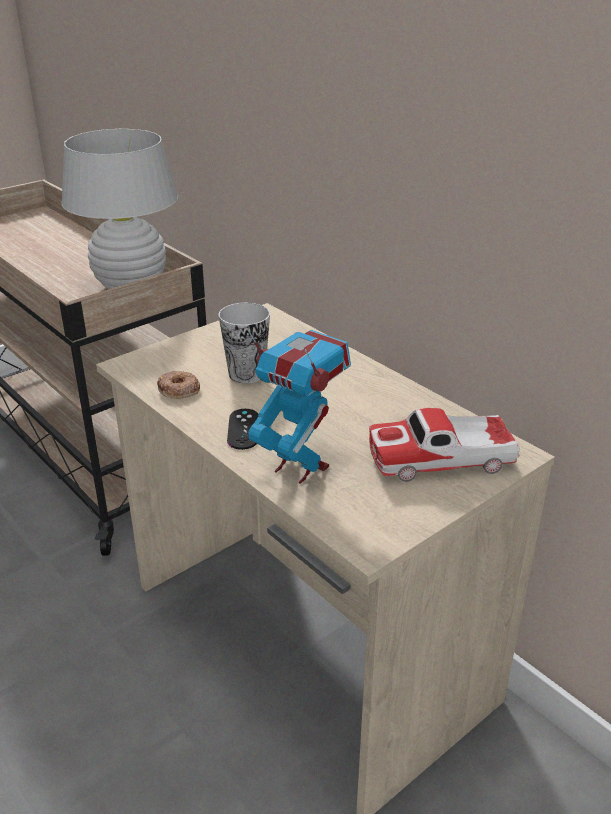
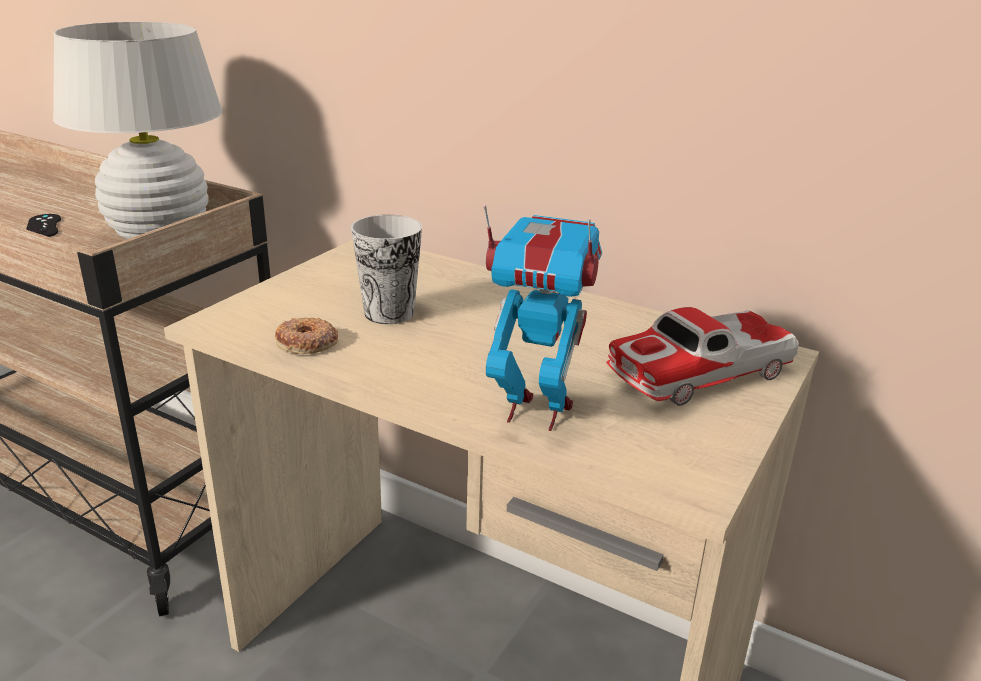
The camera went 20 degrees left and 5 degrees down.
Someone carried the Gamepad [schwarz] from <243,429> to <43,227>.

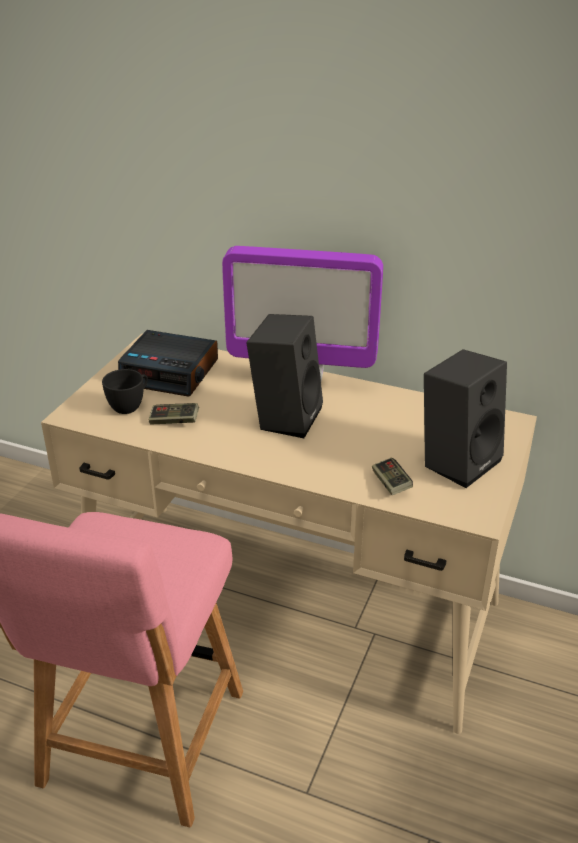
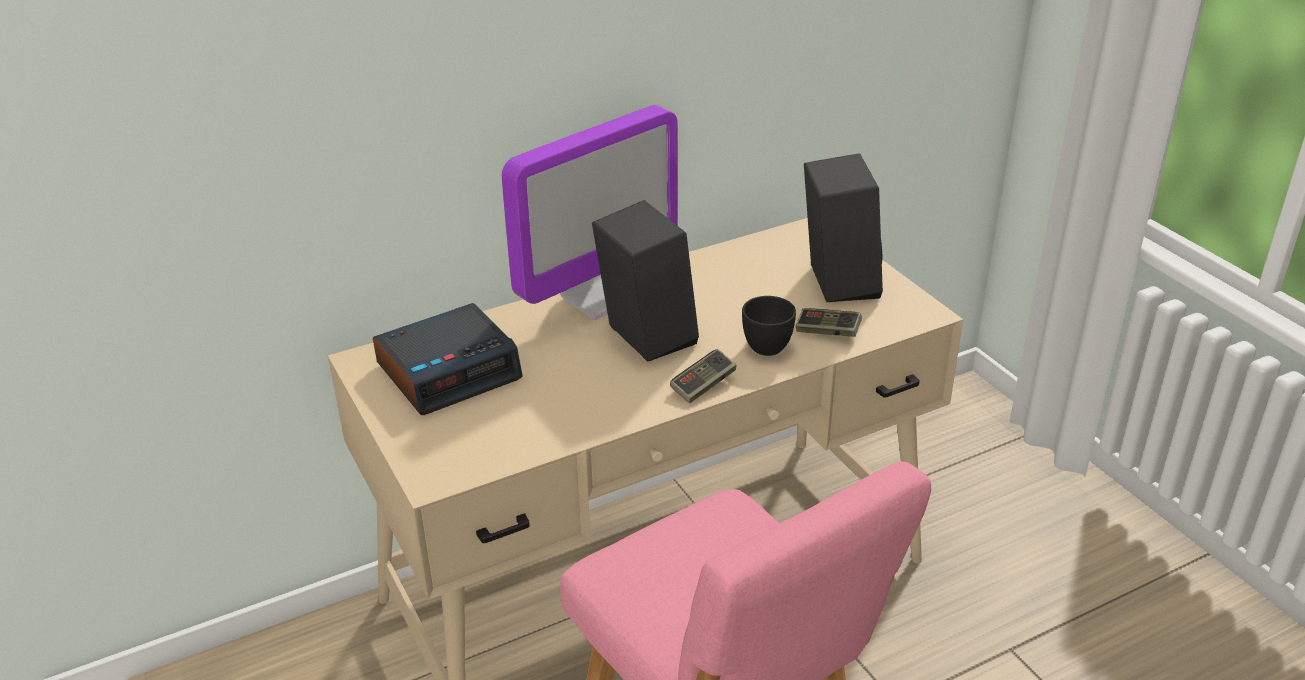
The camera went 50 degrees left and 0 degrees up.
Someone carried the Gamepad from <174,421> to <703,385>.
Someone carried the Tasse [schwarz] from <130,406> to <765,343>.

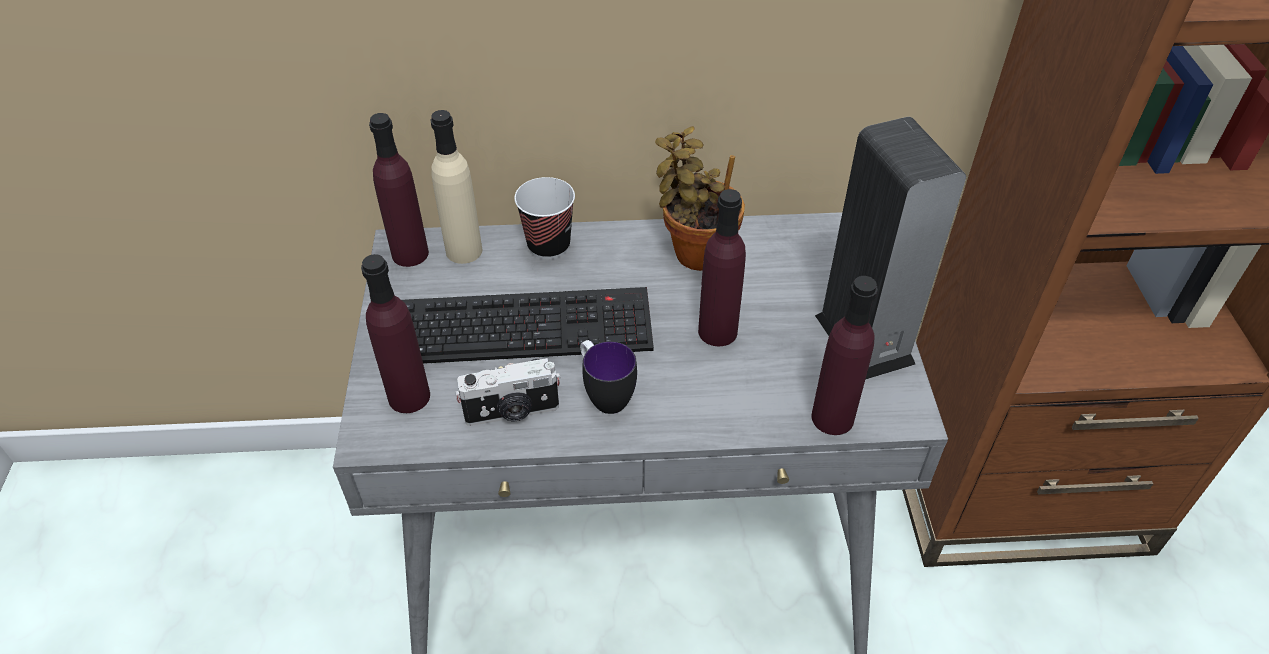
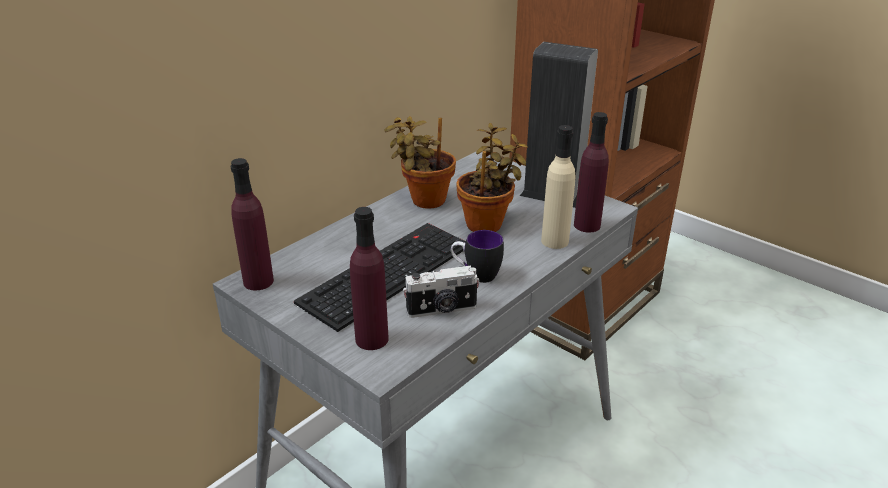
The camera went 45 degrees left and 15 degrees down.
Someone rotated the Kamera at <512,412> by 45 degrees clockwise.
Someone swapped the Flasche [lila] at <717,331> for the Topfpflanze at <487,223>.
Someone carried the Flasche [beige] from <464,251> to <555,241>.
Someone took away the Tasse at <549,246>.

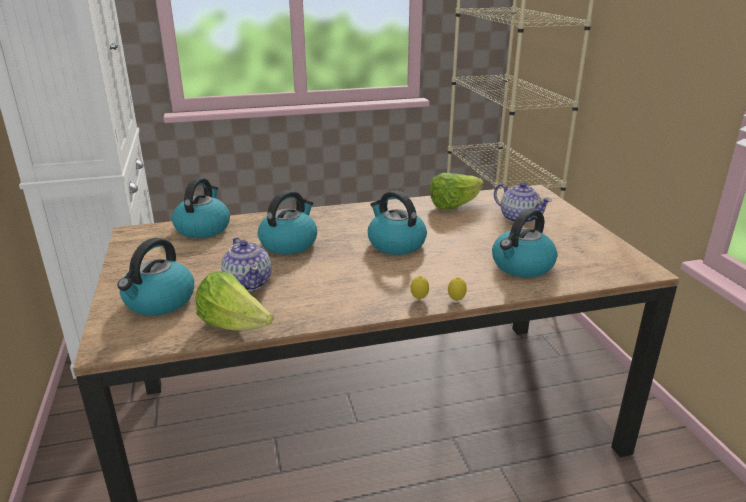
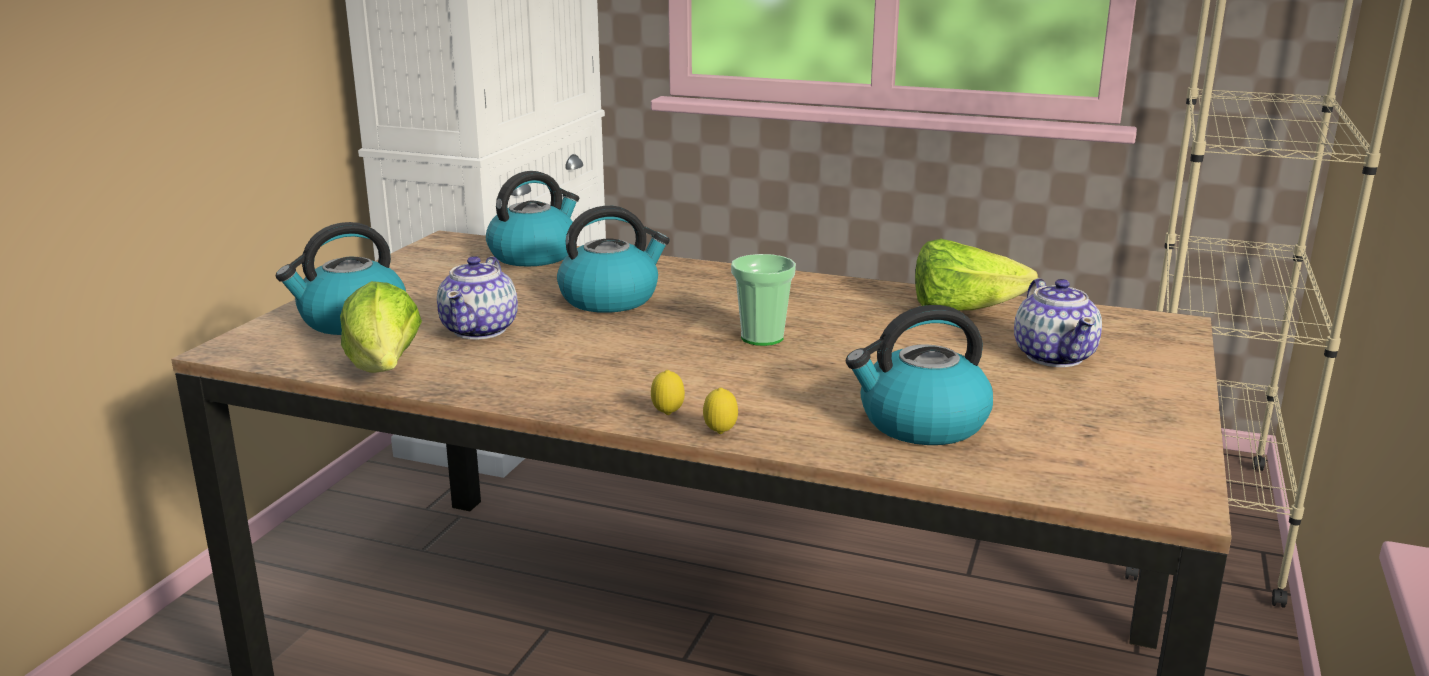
The camera went 35 degrees right and 5 degrees down.
Someone swapped the Wasserkessel at <395,244> for the Tasse at <762,337>.

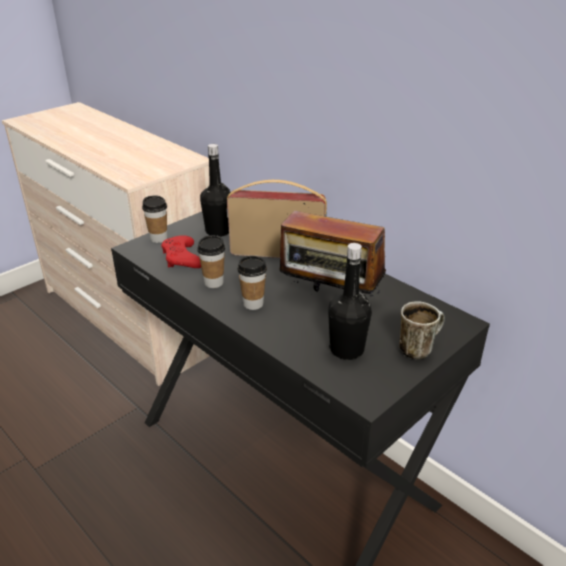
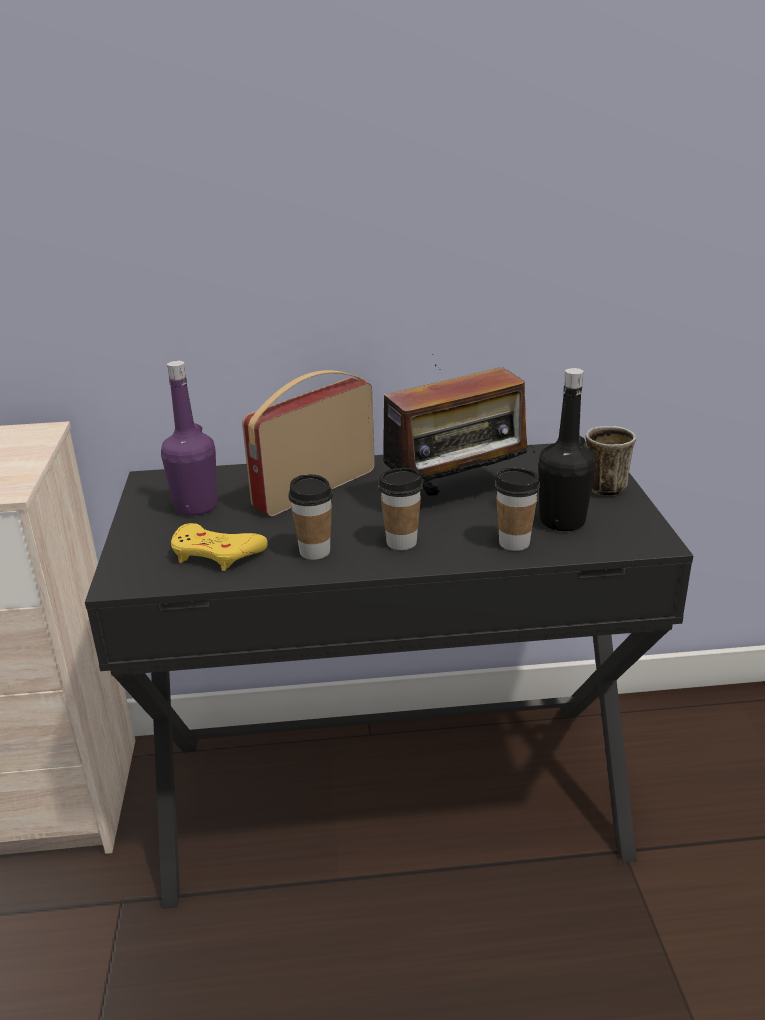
The camera went 50 degrees left and 5 degrees down.
Someone repainted the Flasche [schwarz] at <218,231>, which became the Flasche [lila] at <196,506>.
Someone repainted the Gamepad [rot] at <182,258>, which became the Gamepad [gelb] at <216,553>.
Someone carried the Tasse from <158,238> to <514,543>.

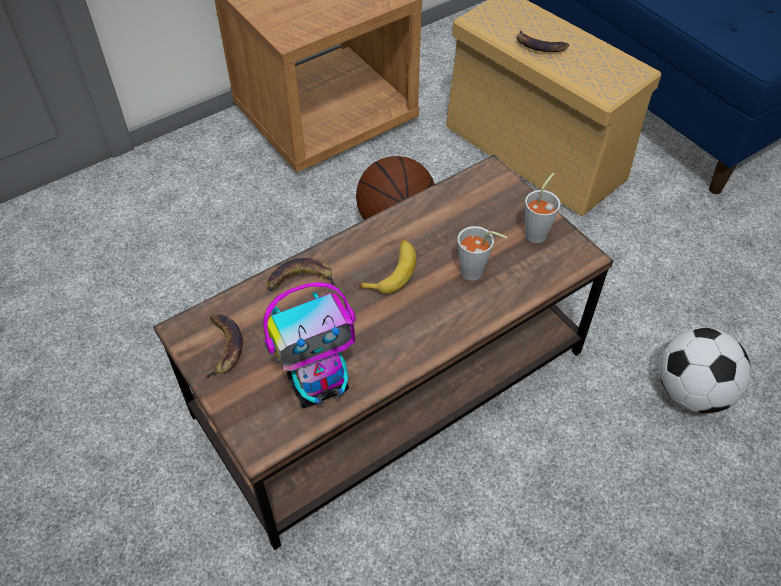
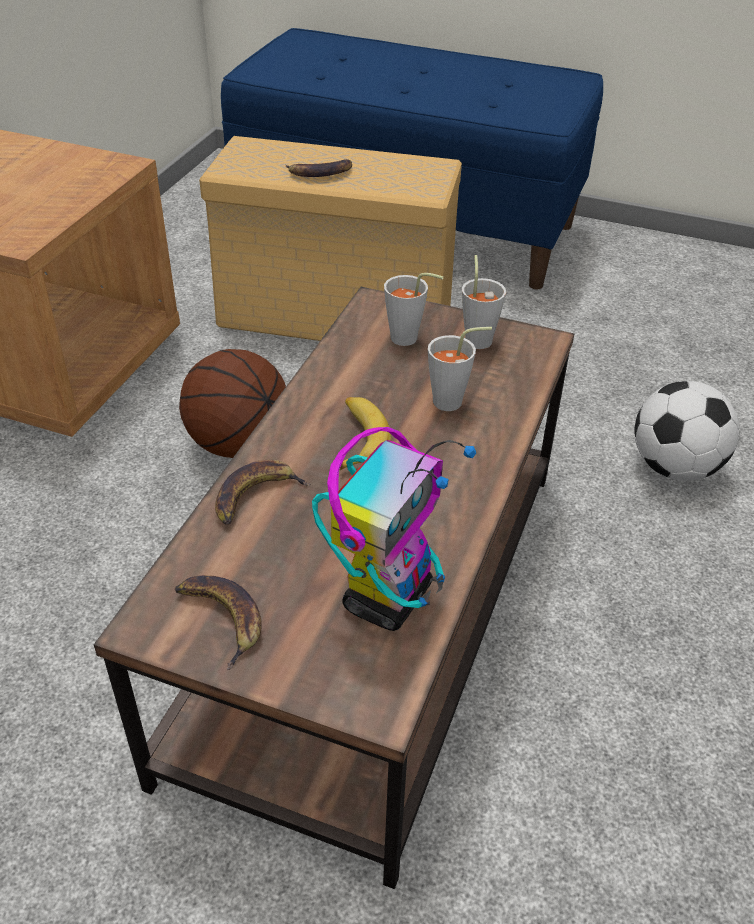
The camera went 35 degrees left and 10 degrees down.
Someone put down the Tasse [grau] at <409,340>.

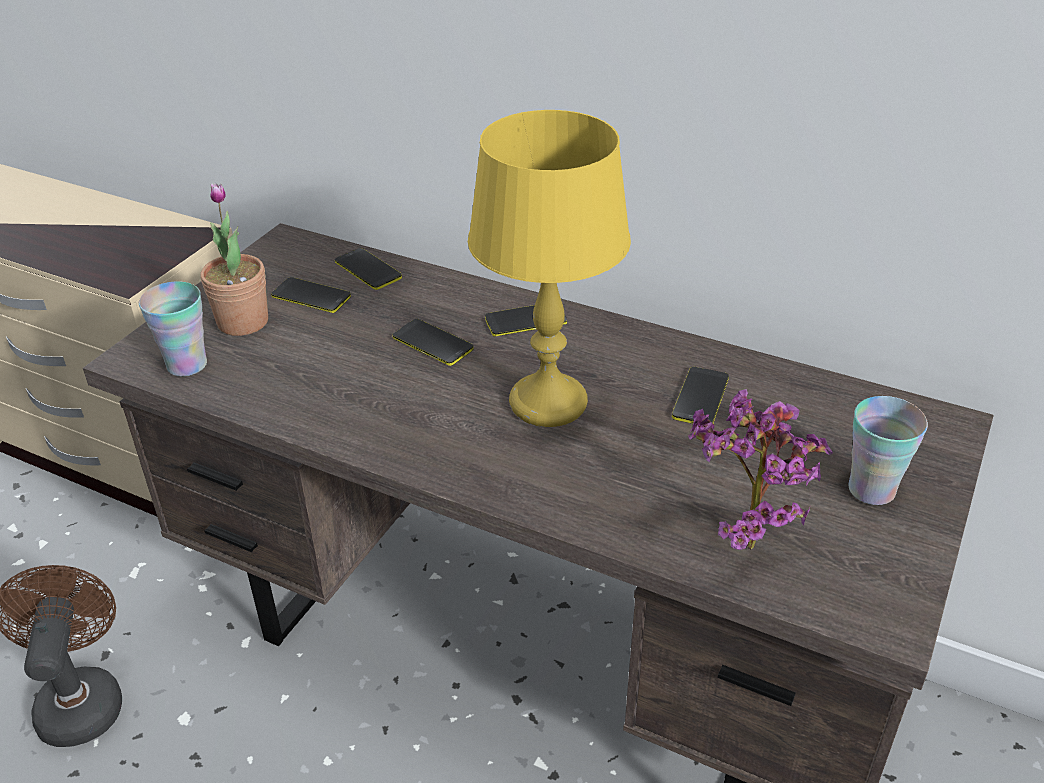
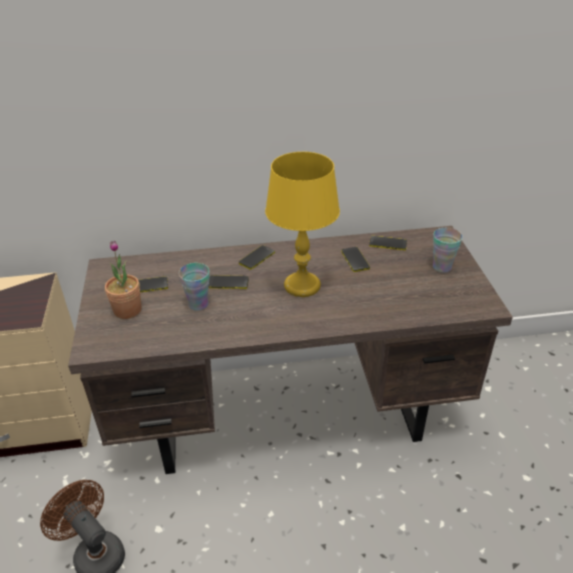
The camera went 35 degrees left and 0 degrees up.
Someone carried the Tasse from <187,365> to <198,304>.
Someone carried the Handy from <368,270> to <388,243>.
Someone took away the Topfpflanze at <742,536>.

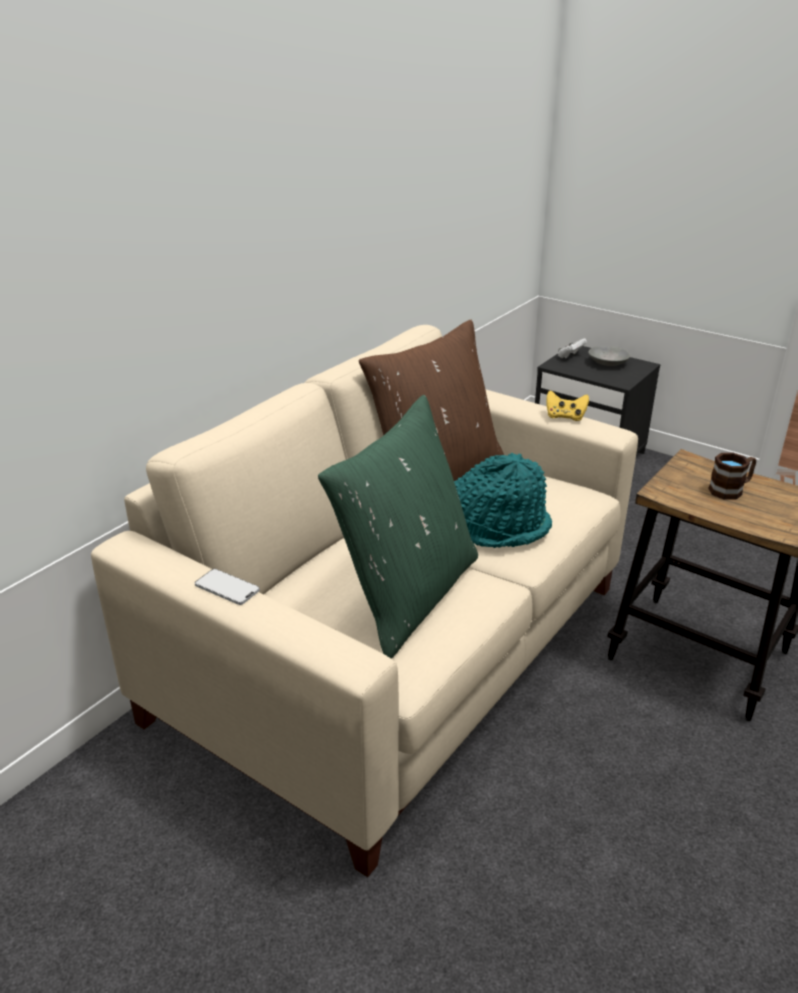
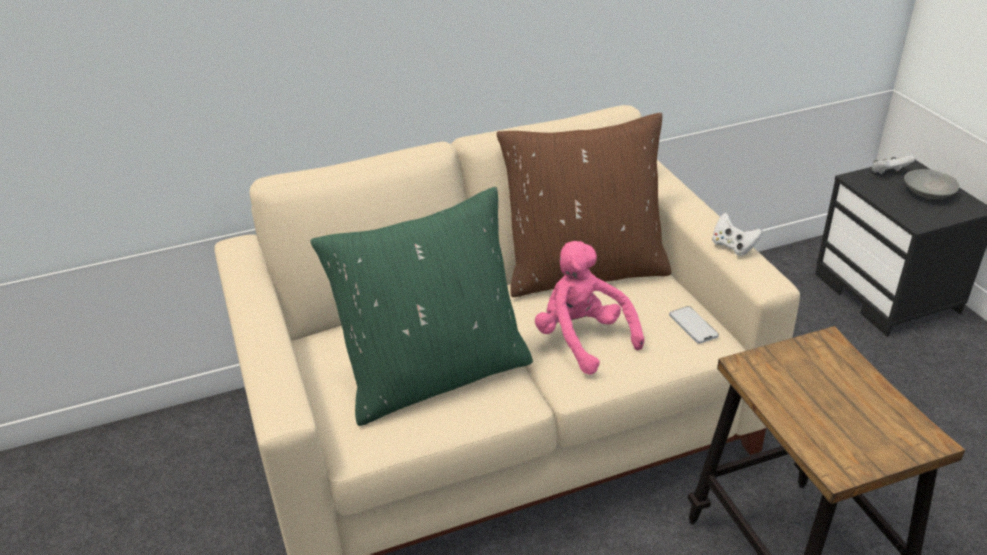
The camera went 35 degrees right and 5 degrees up.
Someone swapped the Hut [türkis] at <496,526> for the Plüschtier [rosa] at <583,339>.
Someone carried the Handy from <227,588> to <693,326>.
Someone repainted the Gamepad [gelb] at <565,417>, which became the Gamepad [weiß] at <733,247>.
Someone took away the Henkelbecher [braun] at <731,490>.

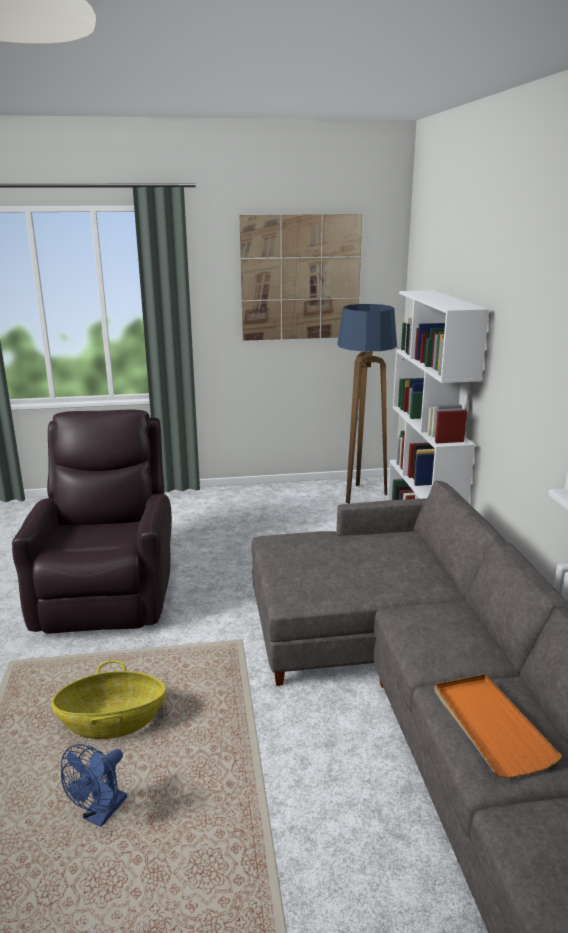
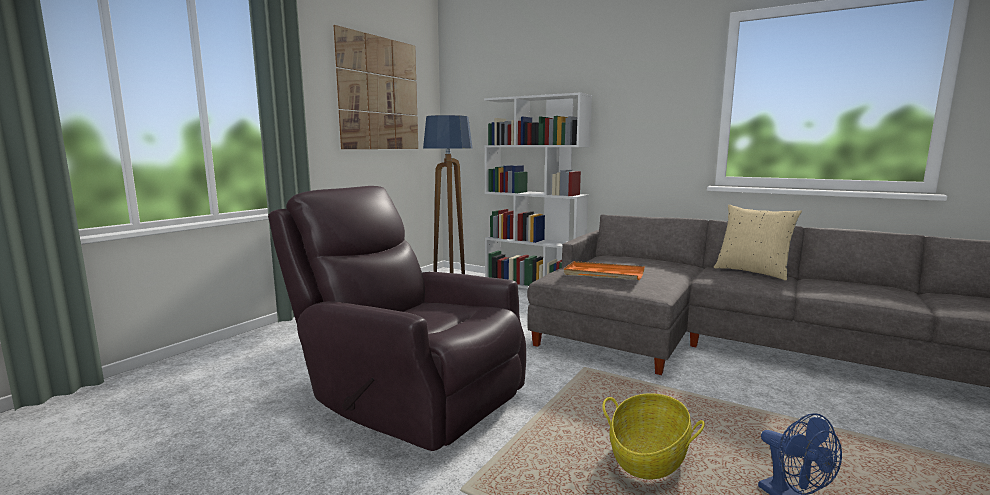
The camera went 50 degrees left and 10 degrees down.
Someone carried the Tablett [orange] from <490,726> to <603,274>.
Someone put down the Kissen [beige] at <752,272>.

